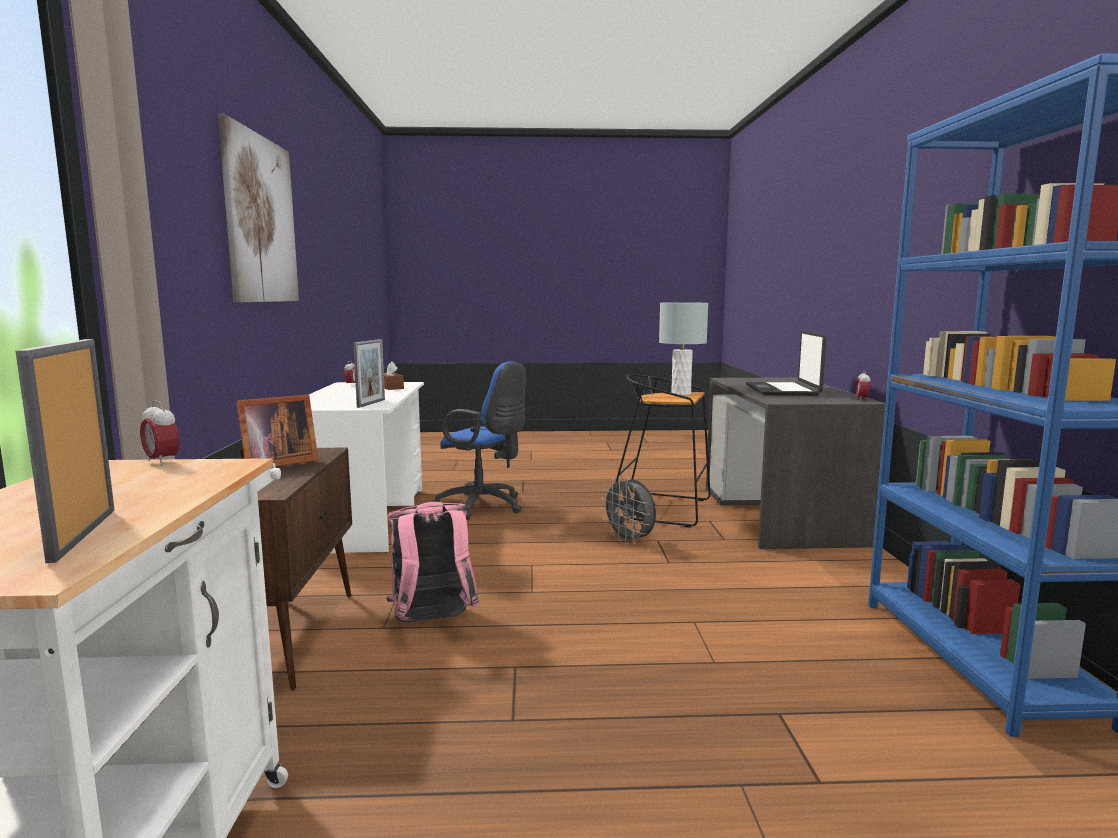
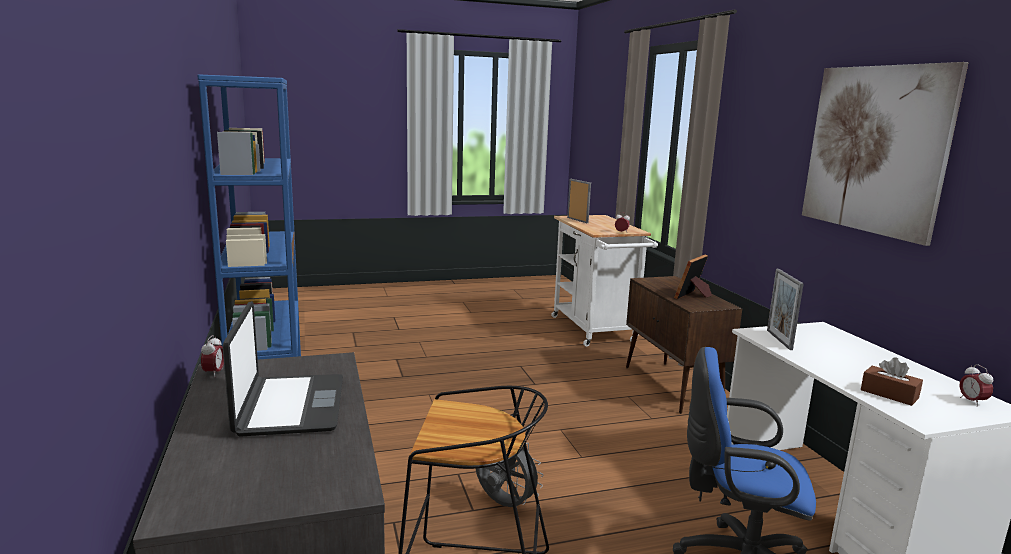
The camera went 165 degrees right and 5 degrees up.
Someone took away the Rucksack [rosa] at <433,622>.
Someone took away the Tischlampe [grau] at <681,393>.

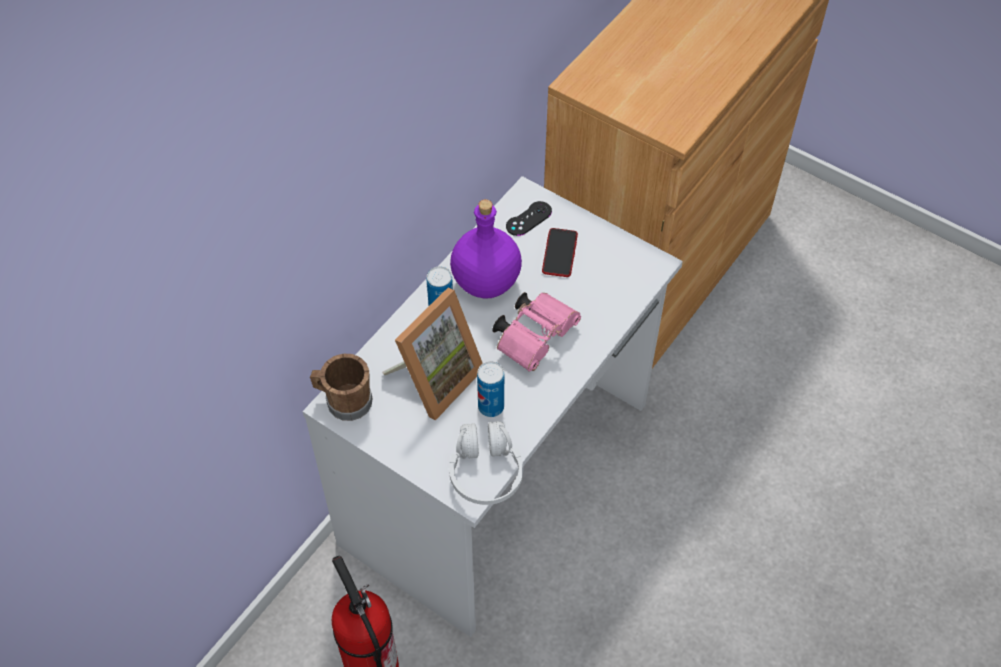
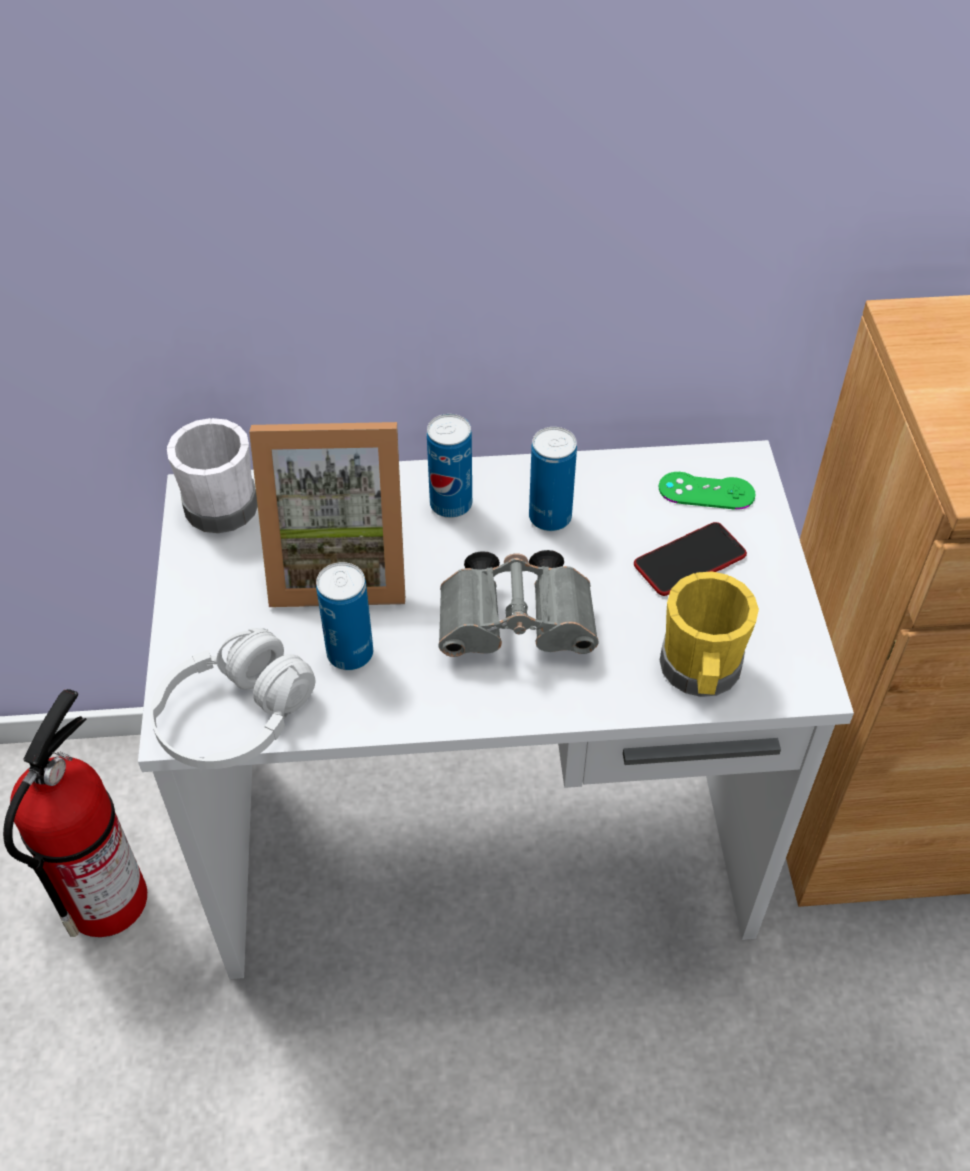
The camera went 50 degrees right and 5 degrees down.
Someone repainted the Henkelbecher [braun] at <344,400>, which became the Henkelbecher [weiß] at <218,501>.
Someone repainted the Fernglas [rosa] at <536,336>, which became the Fernglas [grau] at <520,626>.
Someone swapped the Flasche [lila] at <486,283> for the Dose at <550,517>.
Someone repainted the Gamepad [schwarz] at <528,219>, which became the Gamepad [grün] at <706,491>.
Someone put down the Henkelbecher [gelb] at <700,673>.

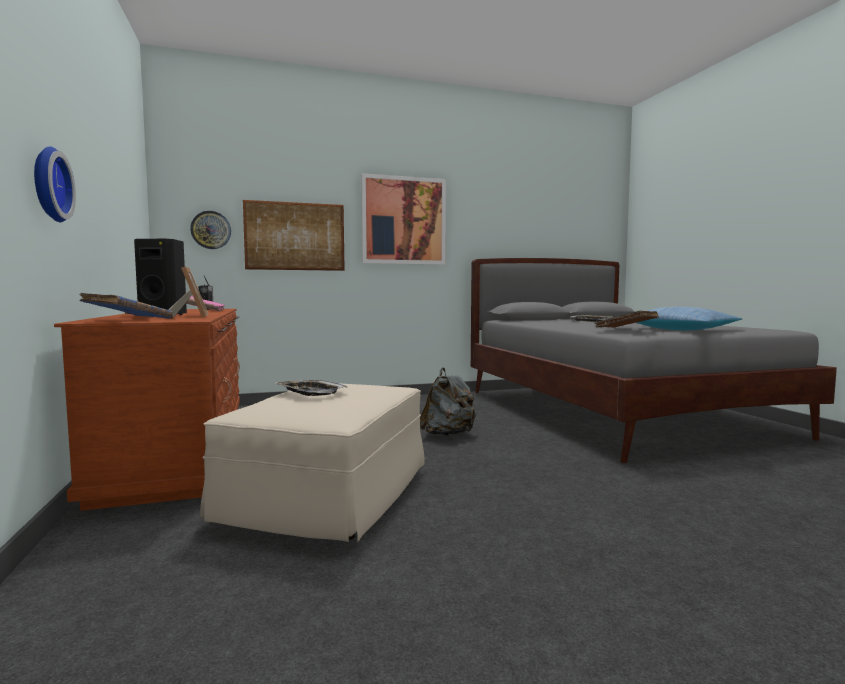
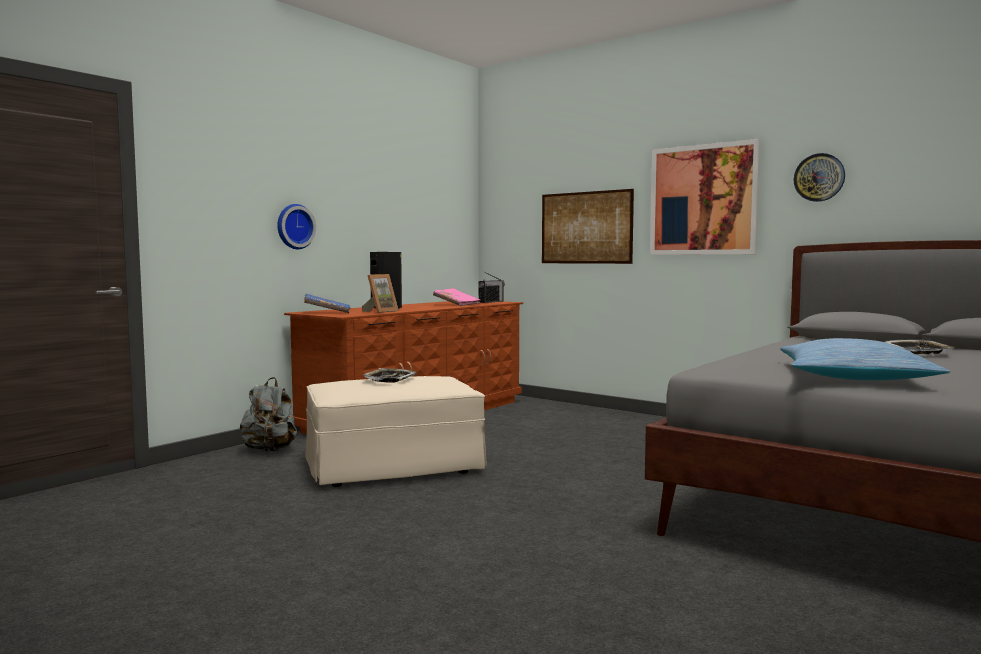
The camera went 55 degrees right and 0 degrees up.
Someone carried the Rucksack [grau] from <448,435> to <270,450>.
Someone carried the Wanduhr from <211,230> to <819,177>.
Someone took away the Buch [braun] at <626,329>.

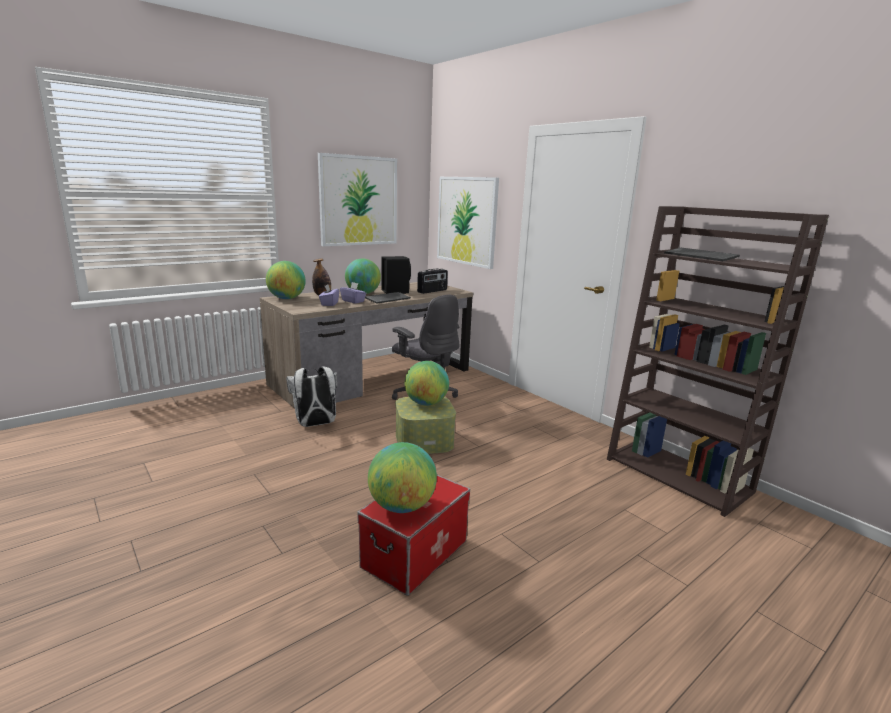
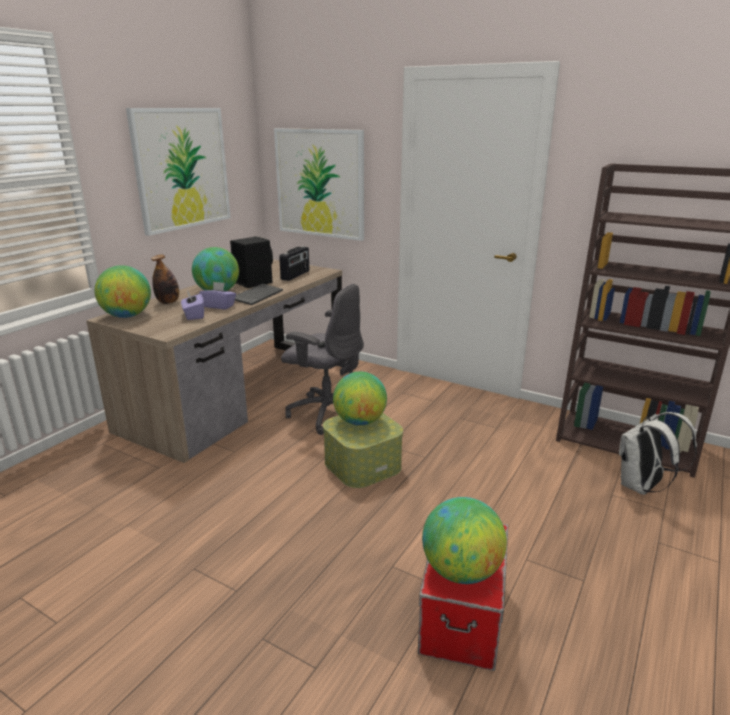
The camera went 20 degrees left and 5 degrees up.
Someone carried the Rucksack [weiß] from <315,424> to <642,487>.
Someone took away the Tastatur at <701,256>.

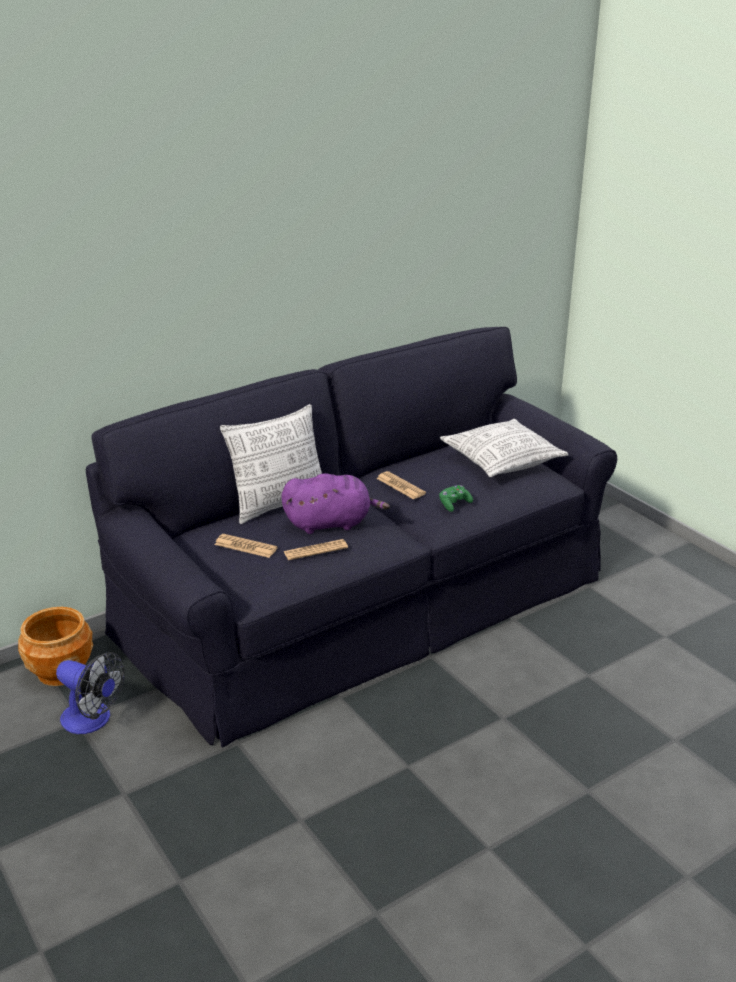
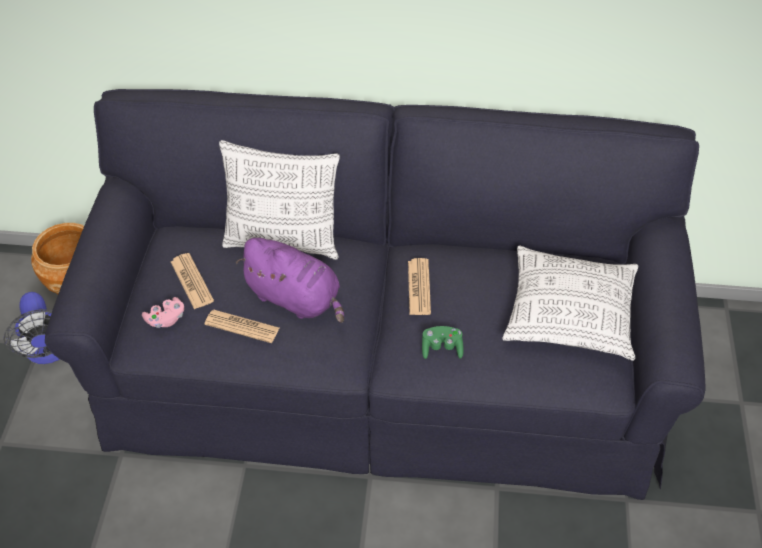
The camera went 40 degrees right and 20 degrees up.
Someone put down the Gamepad [rosa] at <166,319>.

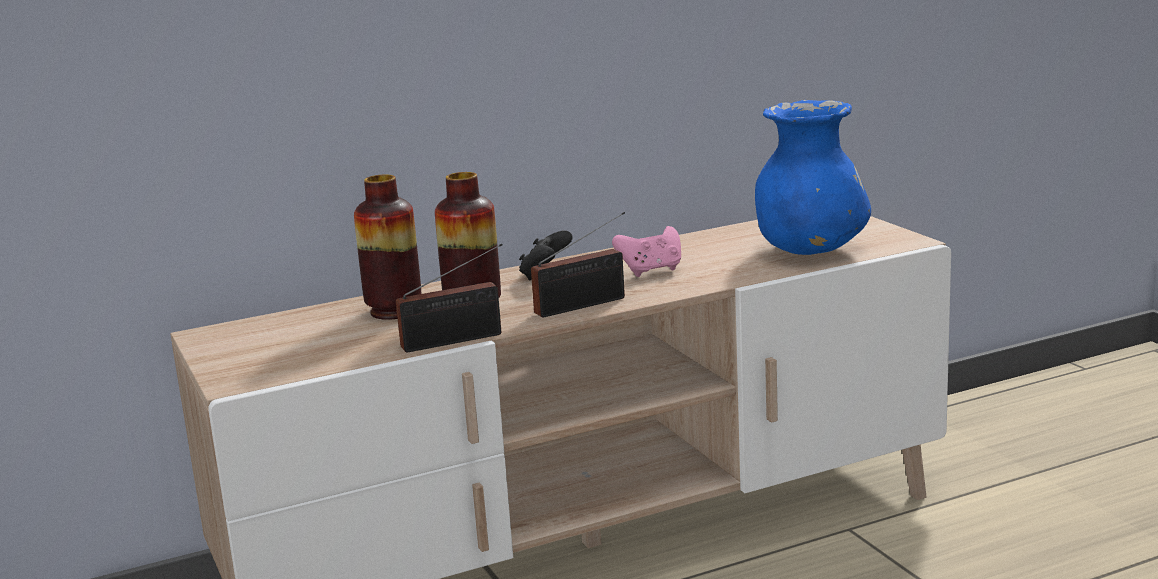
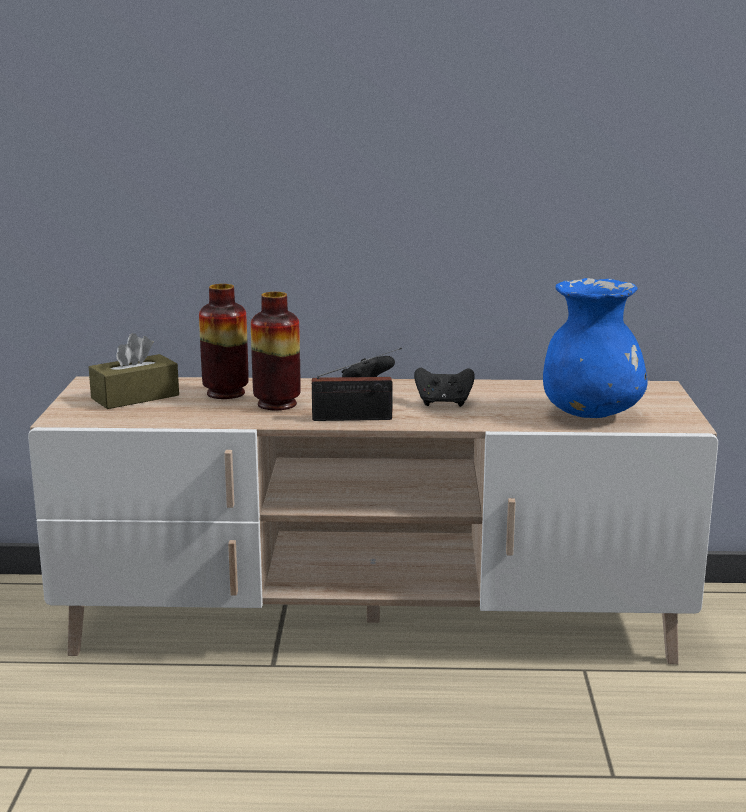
The camera went 25 degrees right and 0 degrees up.
Someone put down the Taschentuchbox [braun] at <135,397>.
Someone repainted the Gamepad [rosa] at <651,271>, which became the Gamepad [schwarz] at <443,403>.
Someone took away the Radio at <457,340>.

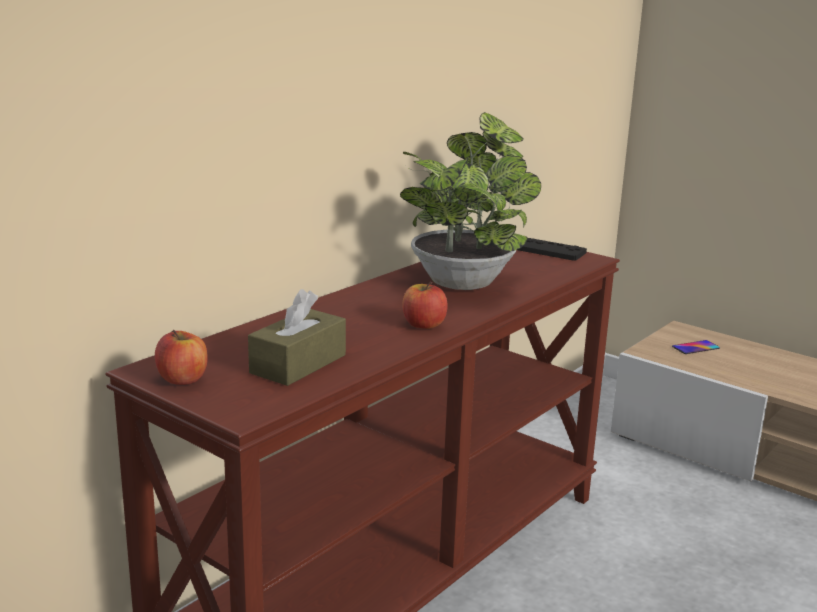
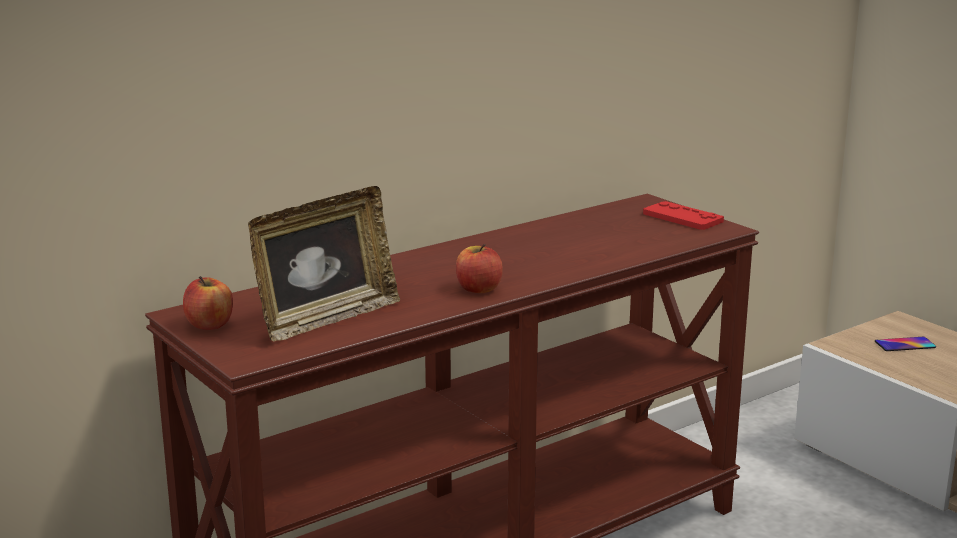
The camera went 15 degrees right and 0 degrees up.
Someone swapped the Taschentuchbox [braun] at <298,364> for the Bilderrahmen at <326,319>.
Someone repainted the Gamepad [schwarz] at <550,251>, which became the Gamepad [rot] at <682,217>.
Someone took away the Topfpflanze at <464,281>.

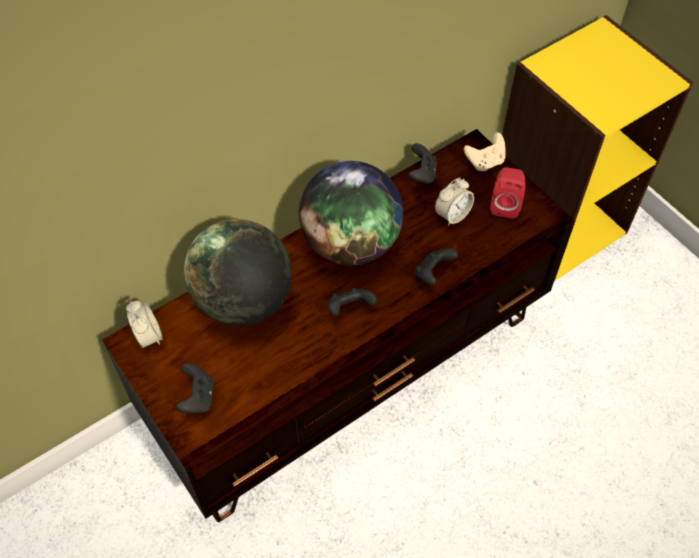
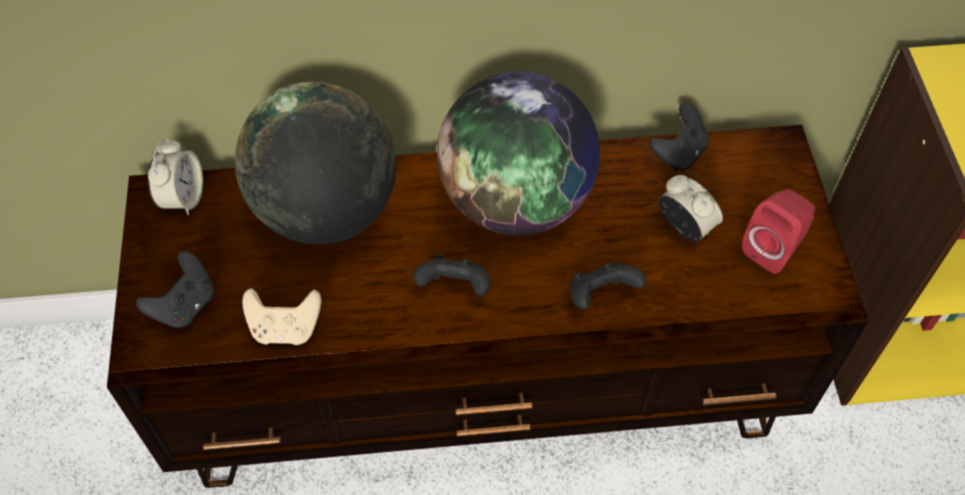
The camera went 30 degrees right and 0 degrees up.
Someone carried the Gamepad [beige] from <485,162> to <285,328>.
Someone rotated the Wecker at <452,215> by 120 degrees counterclockwise.

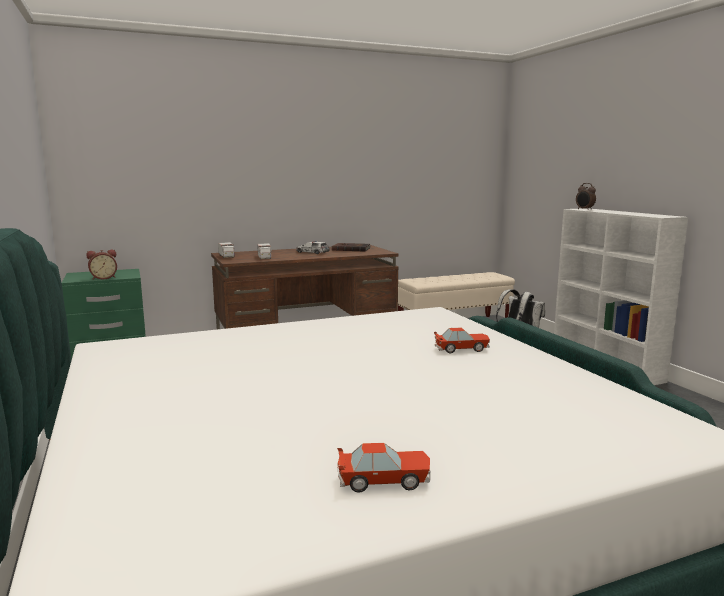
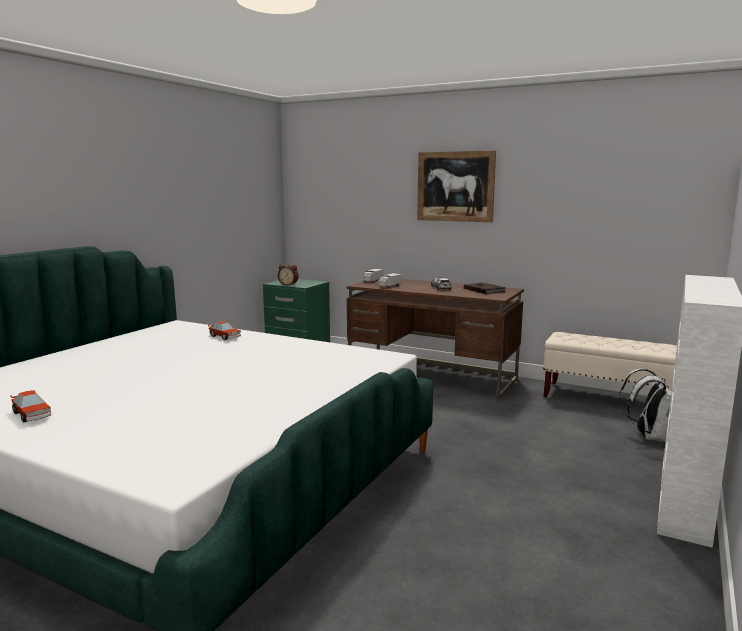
The camera went 50 degrees right and 0 degrees up.
Someone carried the Spielzeugauto from <462,349> to <225,337>.
Someone put up the Bild at <455,186>.
Someone took away the Wecker at <584,209>.

